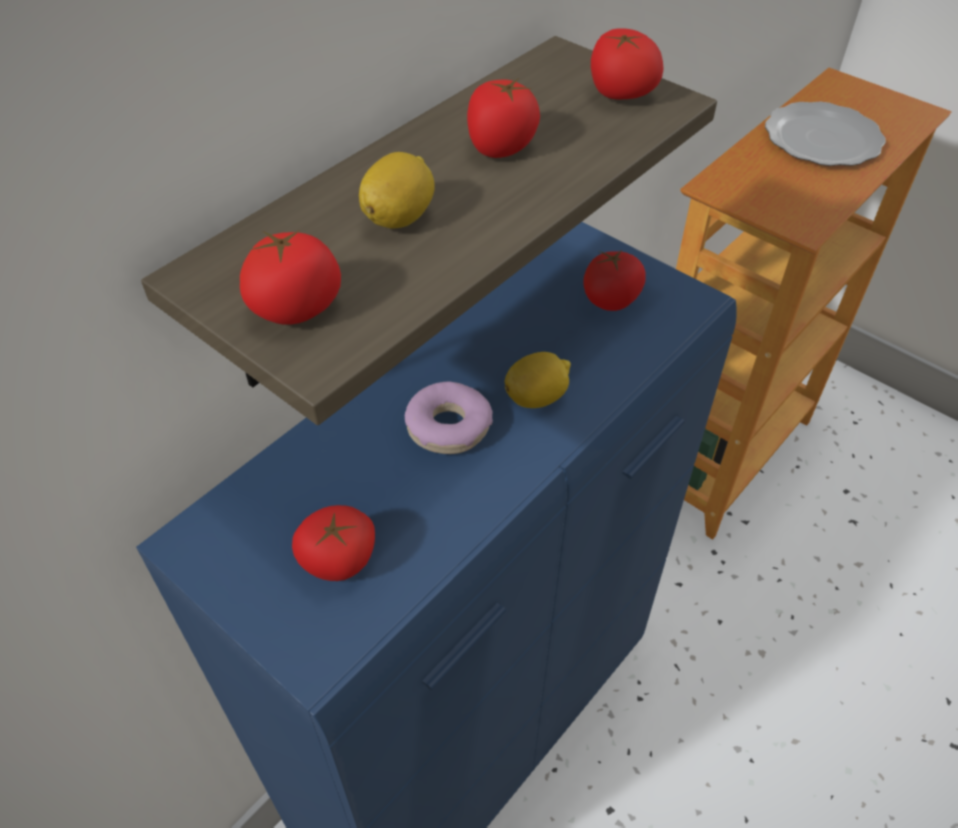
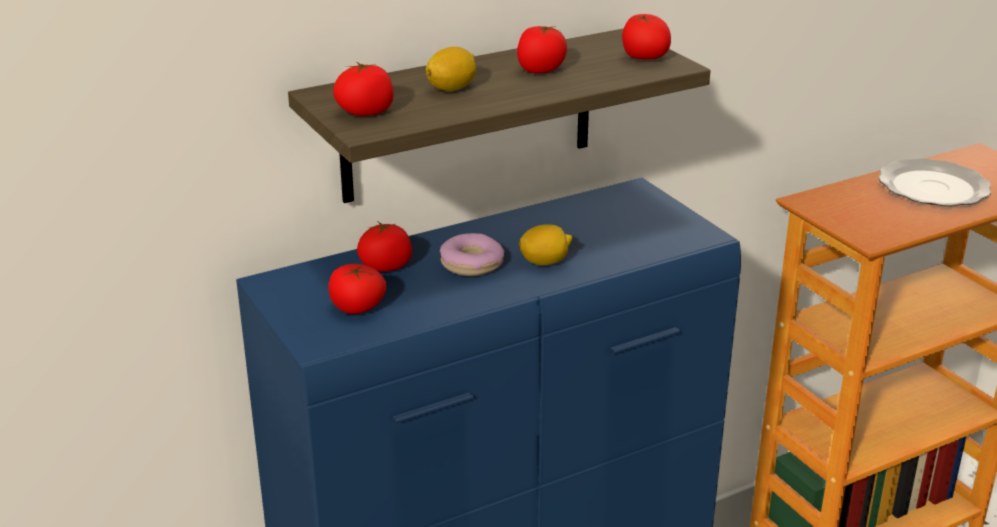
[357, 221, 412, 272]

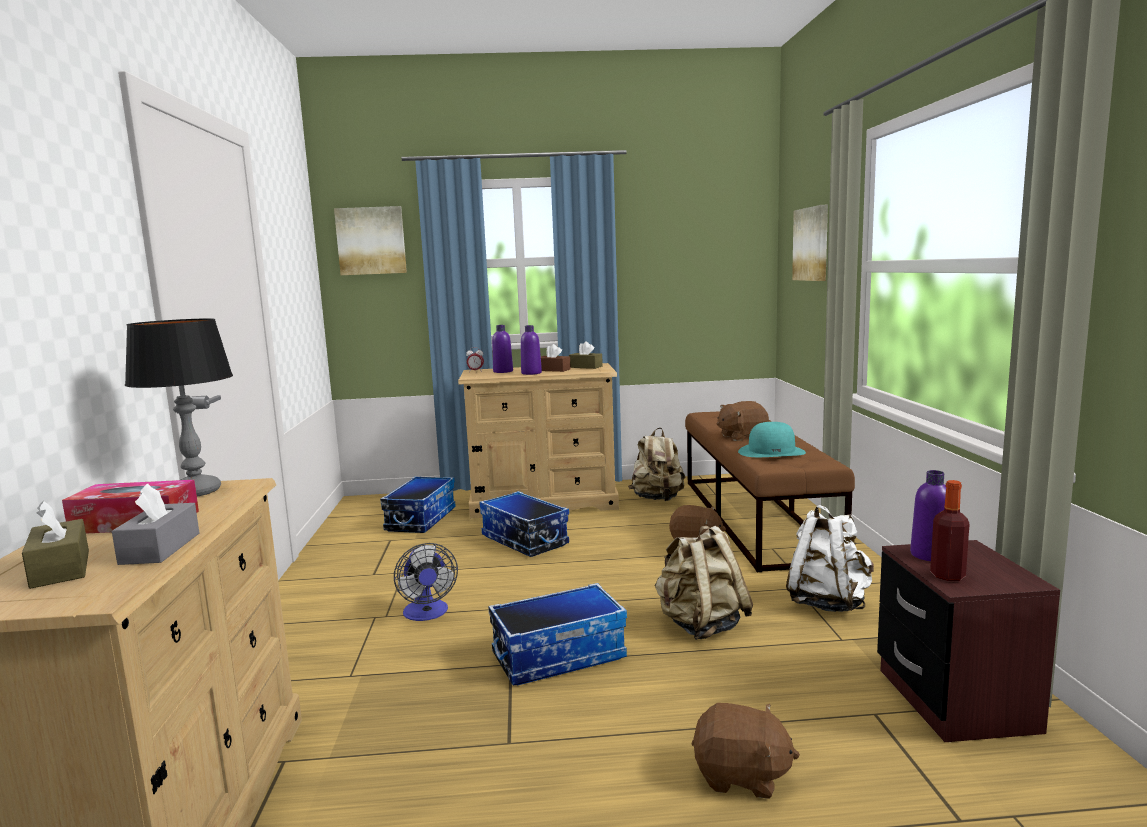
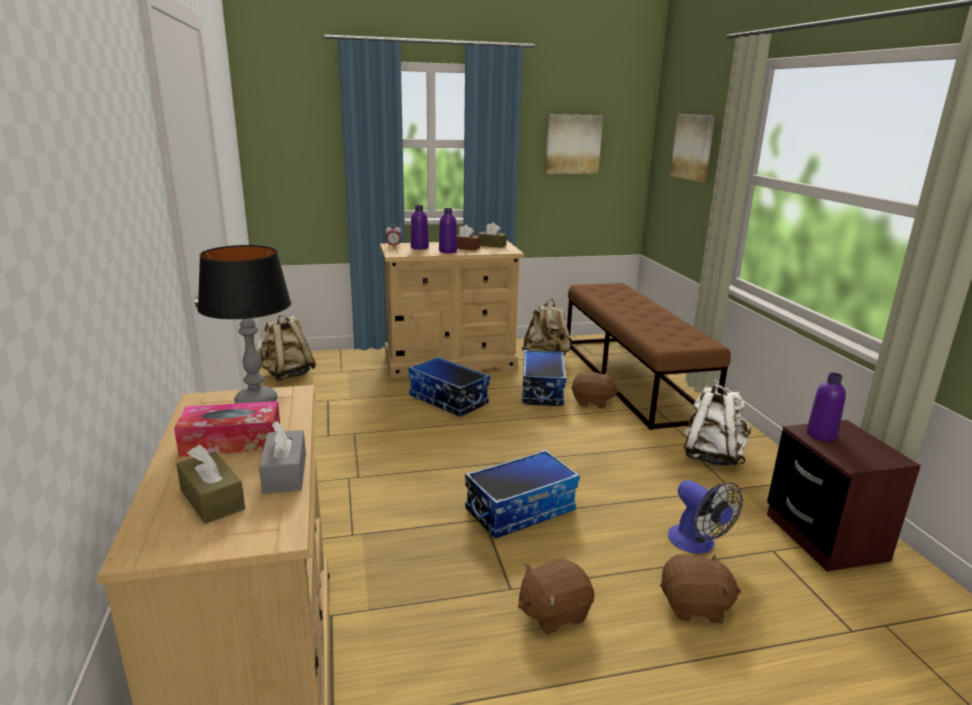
[545, 114, 603, 174]
[518, 558, 595, 634]
[738, 422, 806, 457] (first image)
[522, 350, 566, 406]
[930, 480, 969, 581] (first image)
[258, 315, 316, 381]
[668, 480, 743, 554]

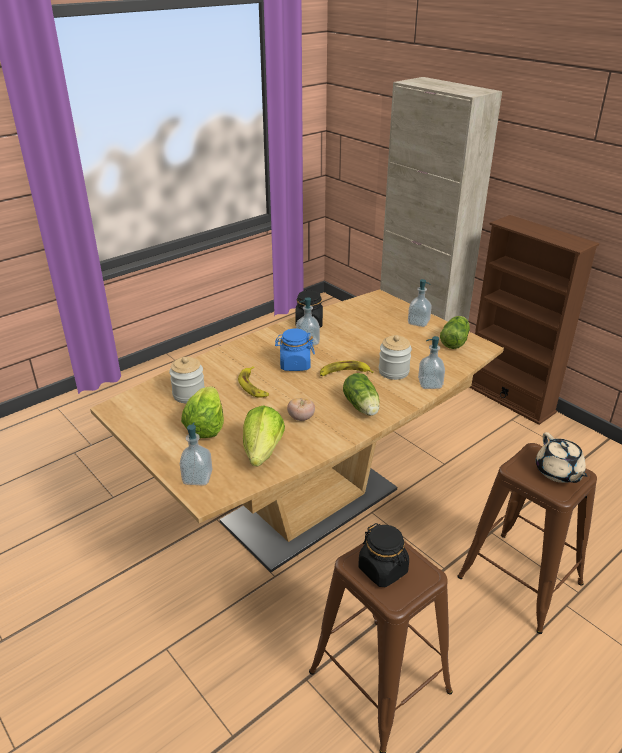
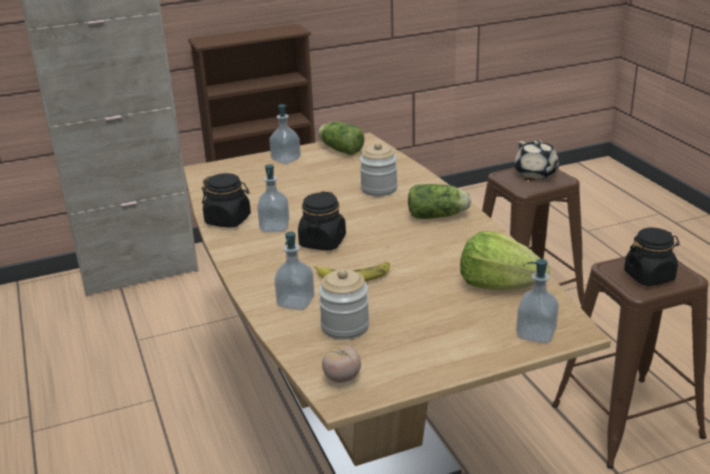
[298, 191, 346, 250]
[274, 231, 315, 310]
[320, 361, 374, 376] (first image)
[181, 386, 224, 438] (first image)
[322, 345, 361, 383]
[514, 140, 560, 179]

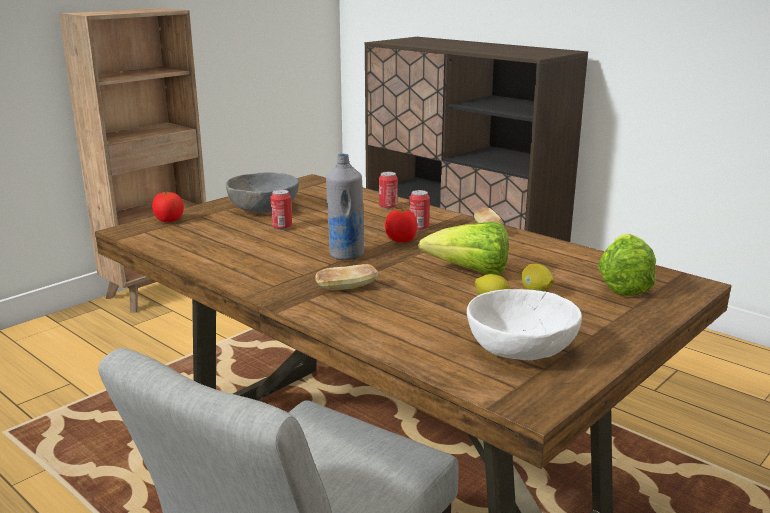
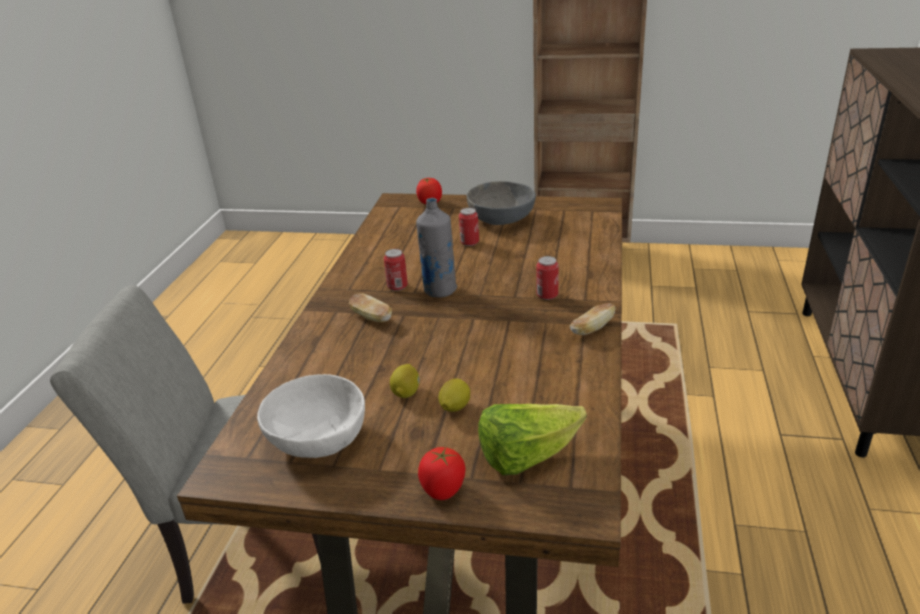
[384, 249, 408, 291]
[418, 447, 466, 500]
[418, 222, 509, 275] (first image)

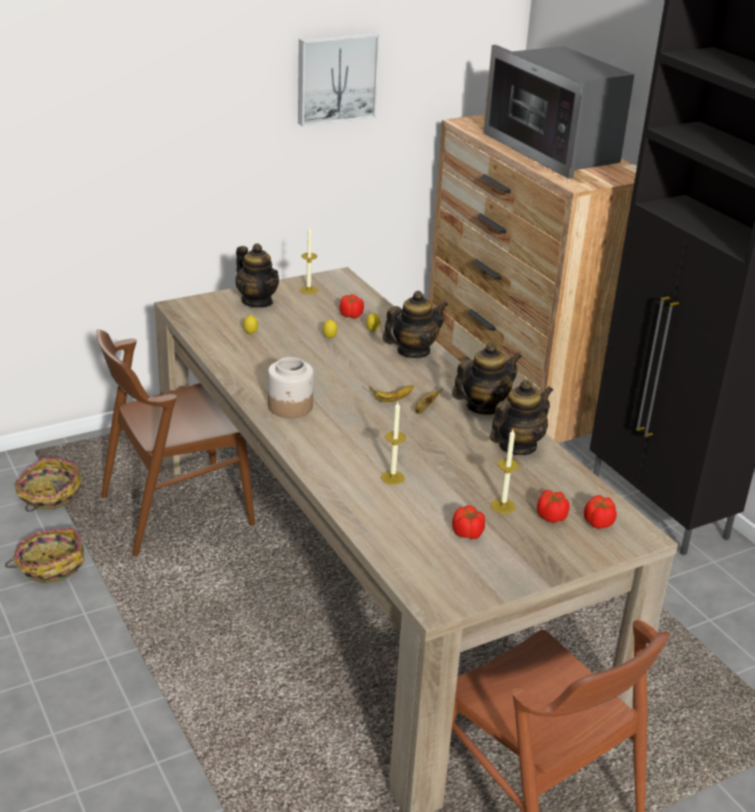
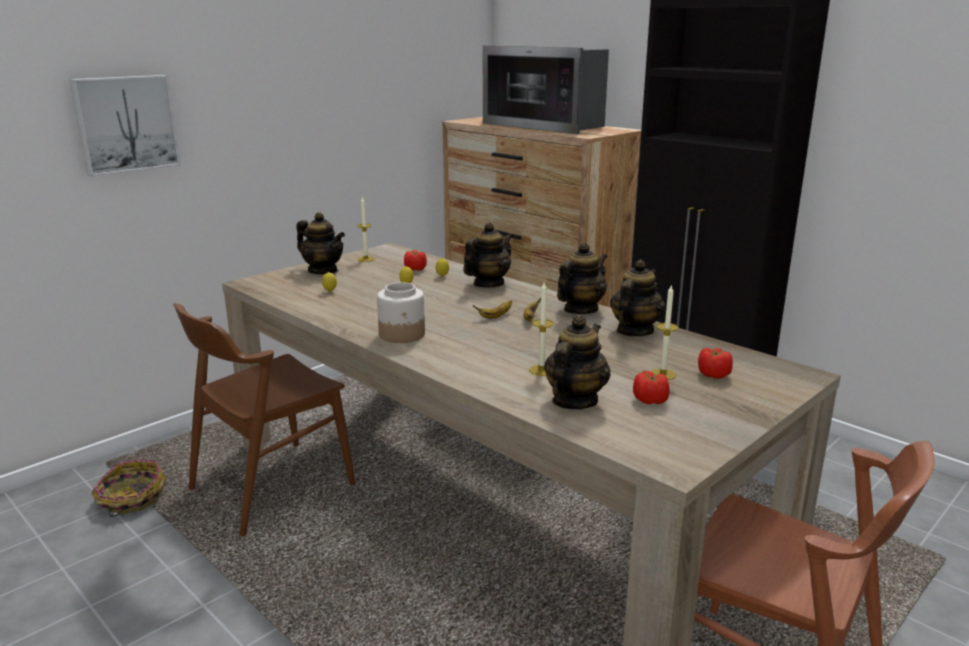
[69, 75, 181, 176]
[584, 495, 617, 529] (first image)
[5, 528, 84, 583] (first image)
[544, 315, 611, 409]

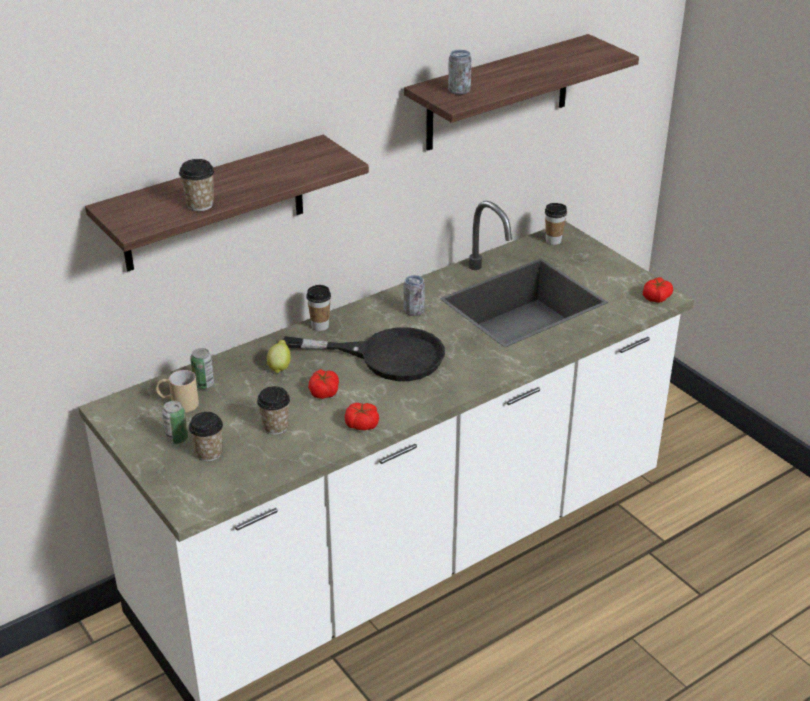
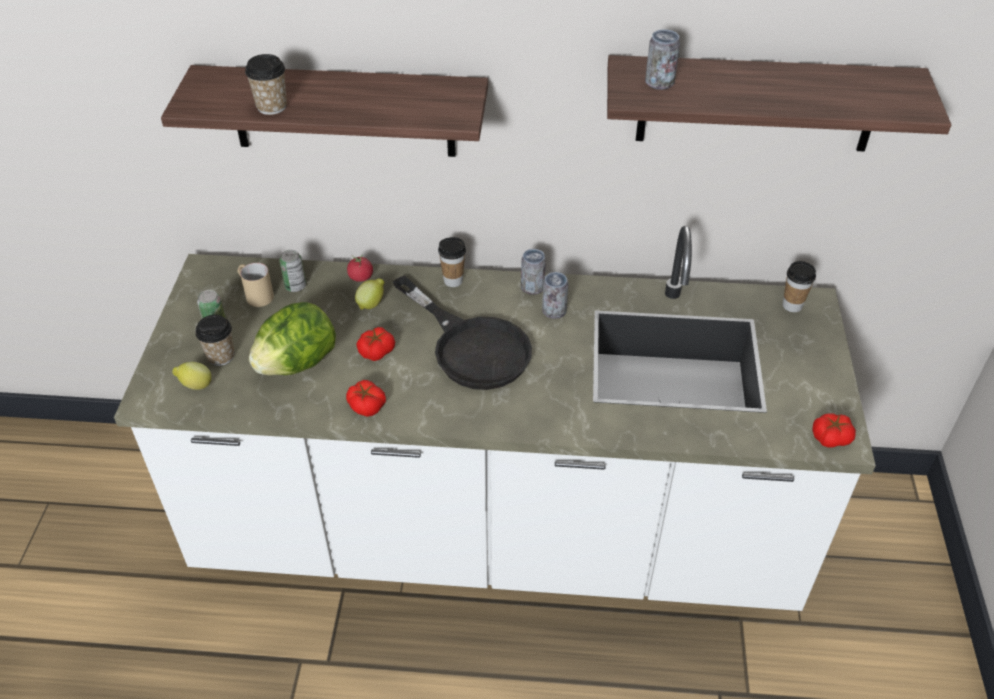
[249, 302, 336, 375]
[521, 249, 546, 295]
[347, 255, 373, 282]
[172, 362, 211, 390]

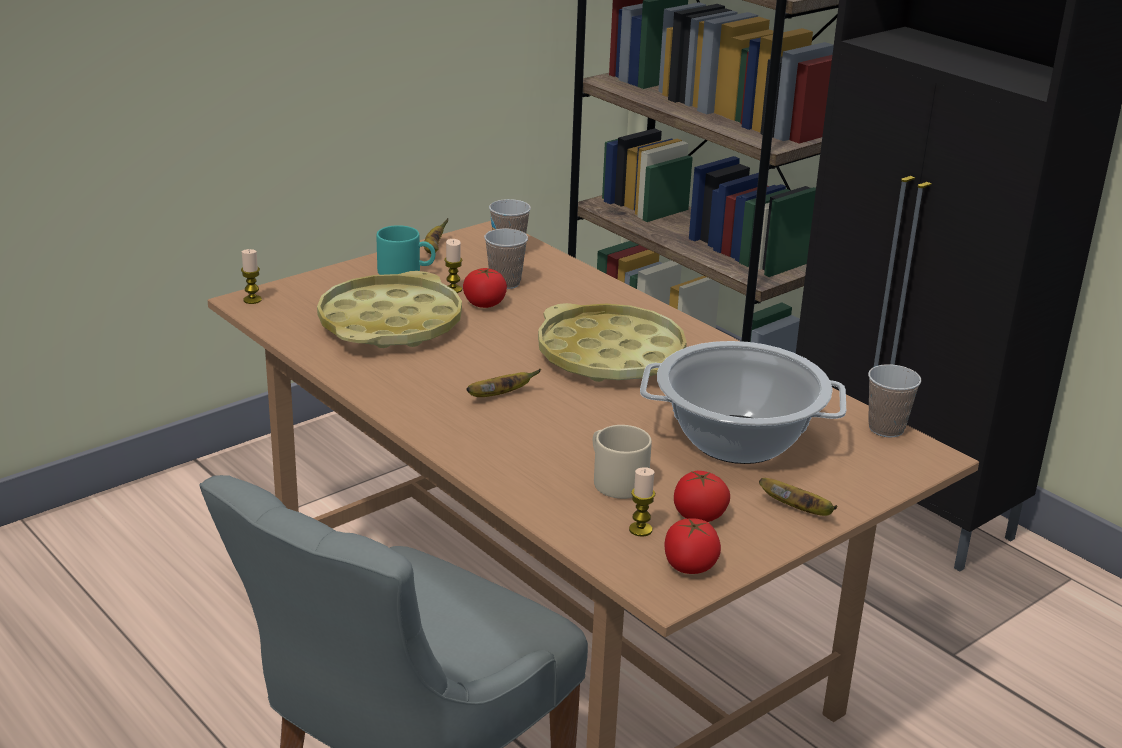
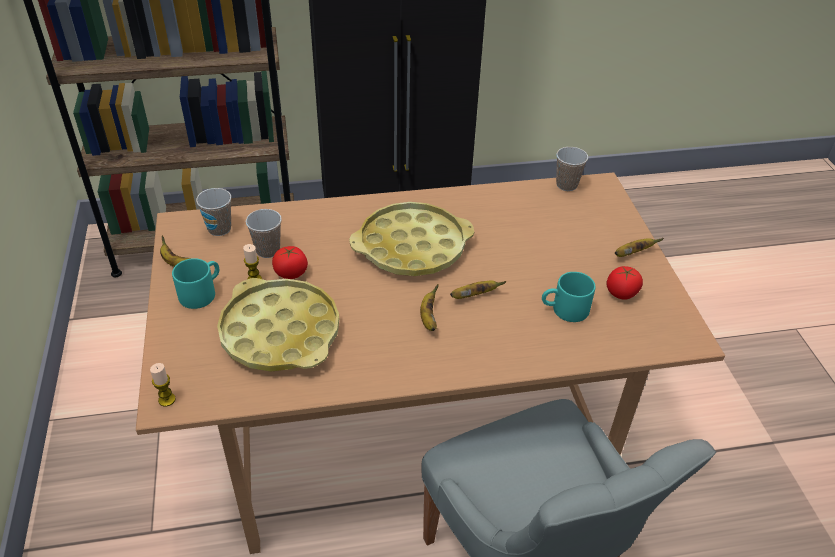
[640, 341, 846, 464] (first image)
[542, 272, 596, 322]
[629, 467, 655, 537] (first image)
[664, 518, 721, 574] (first image)
[450, 281, 506, 299]

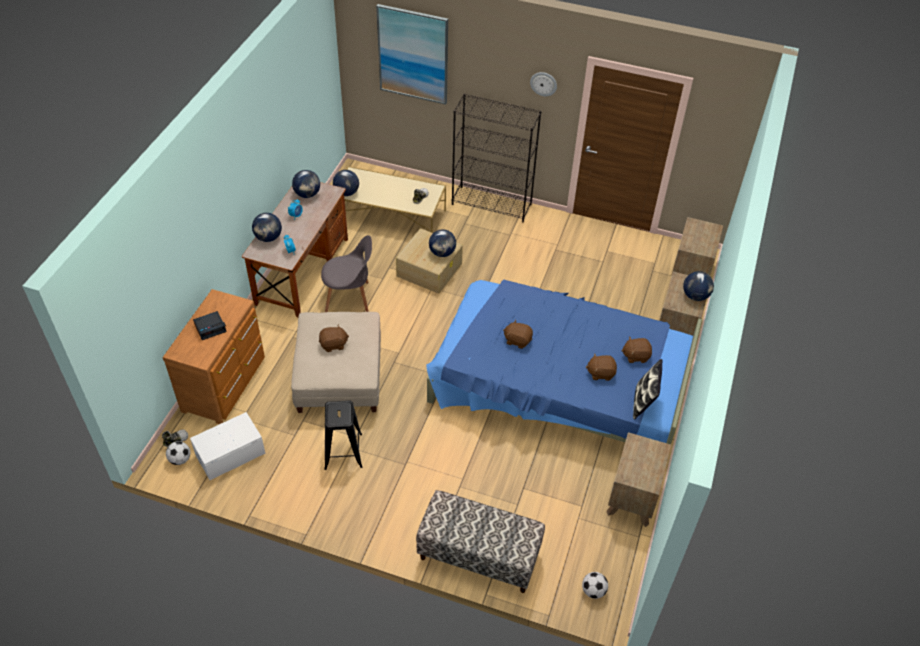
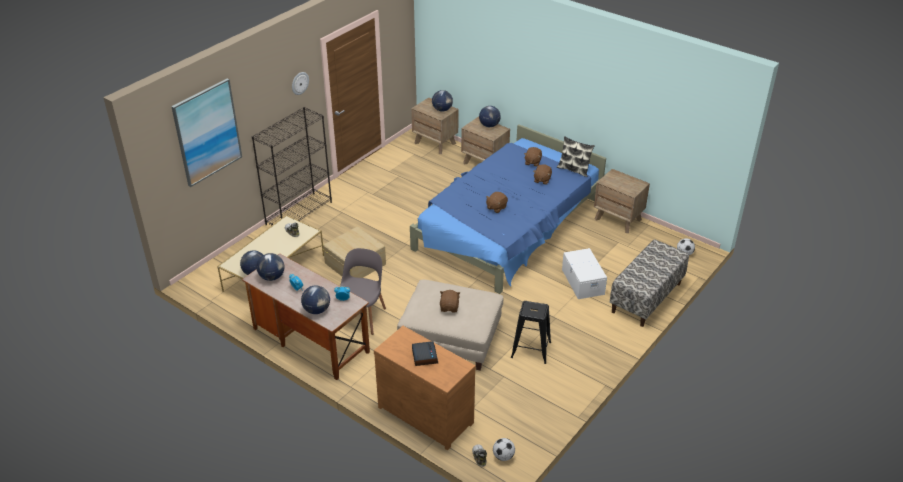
[432, 90, 453, 112]
[562, 248, 607, 299]

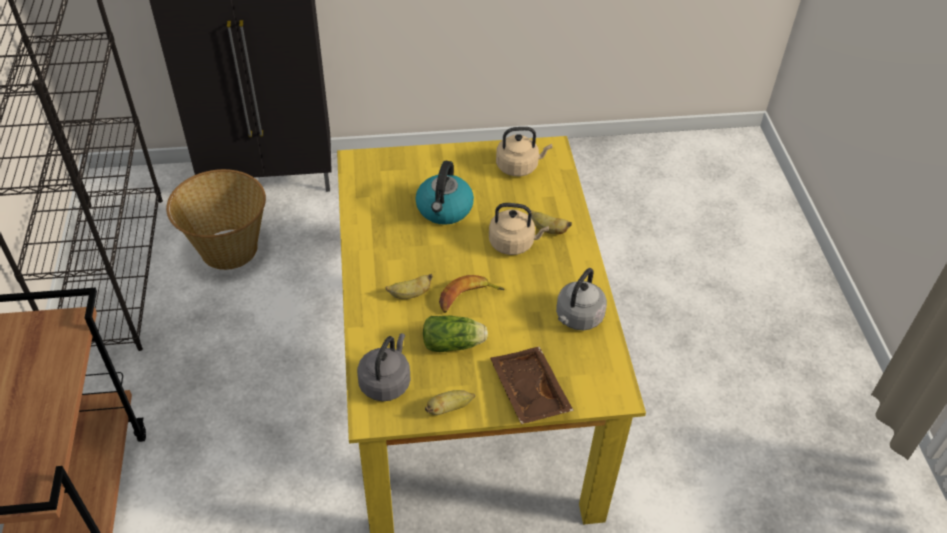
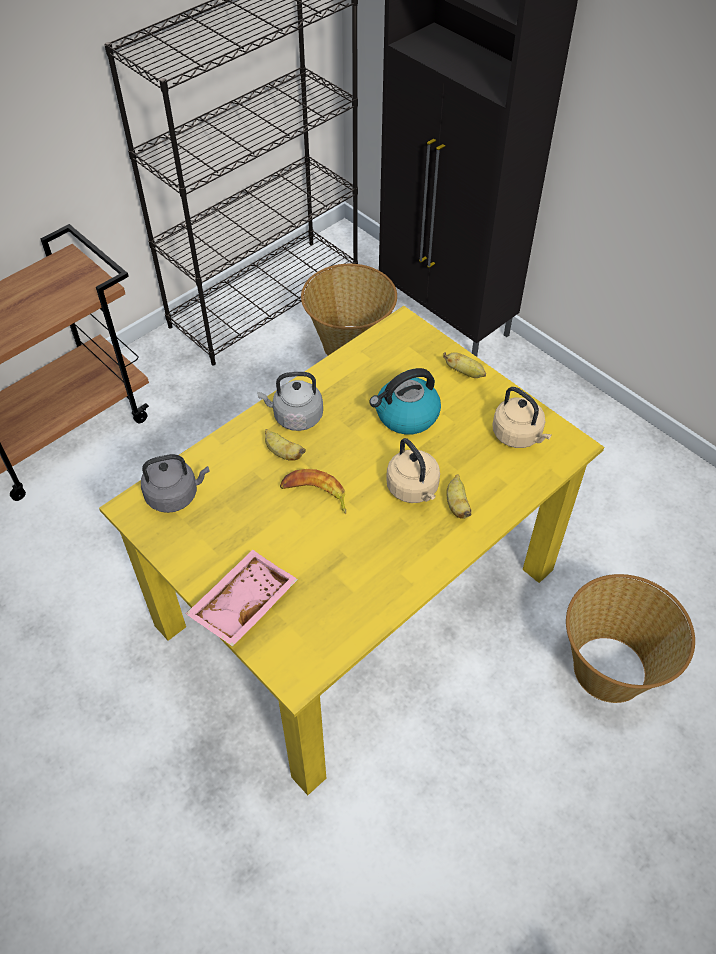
[257, 372, 323, 431]
[423, 316, 488, 352] (first image)
[186, 549, 298, 647]
[443, 352, 486, 378]
[566, 574, 695, 703]

